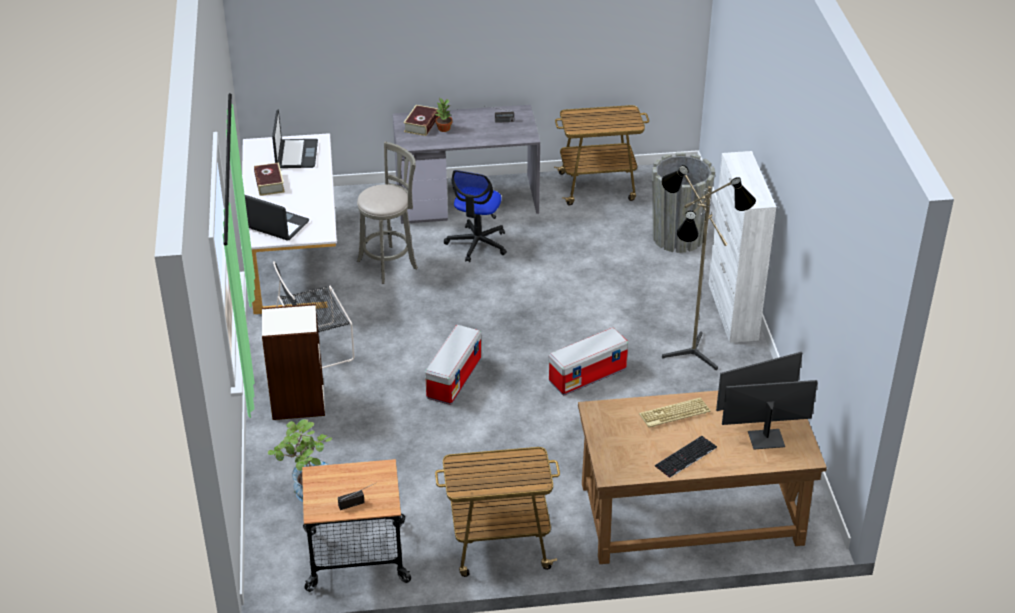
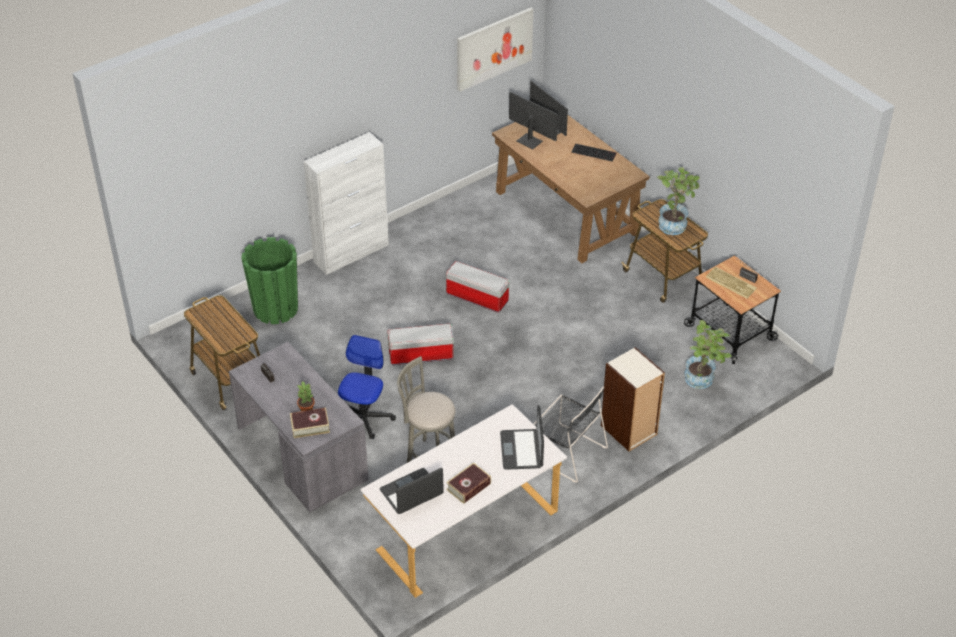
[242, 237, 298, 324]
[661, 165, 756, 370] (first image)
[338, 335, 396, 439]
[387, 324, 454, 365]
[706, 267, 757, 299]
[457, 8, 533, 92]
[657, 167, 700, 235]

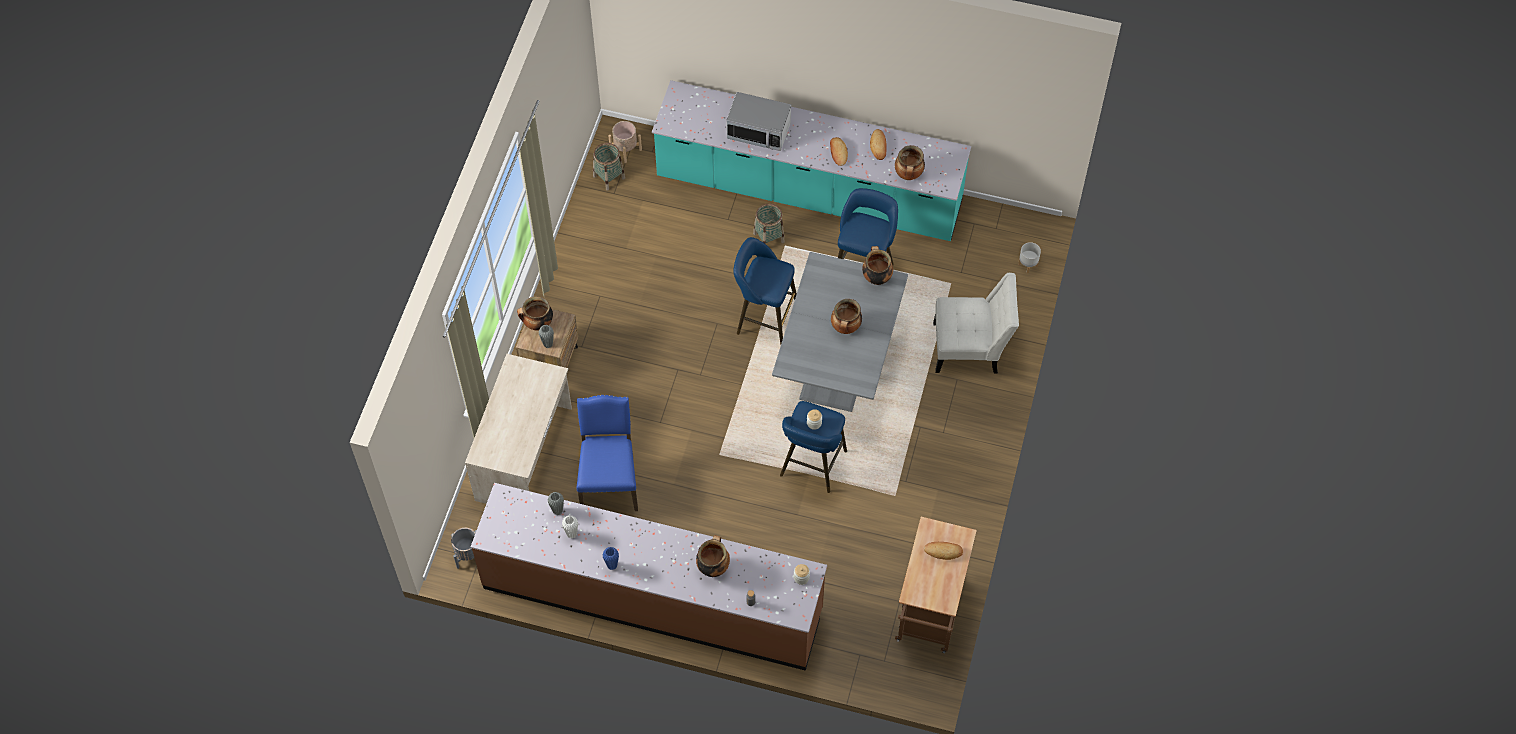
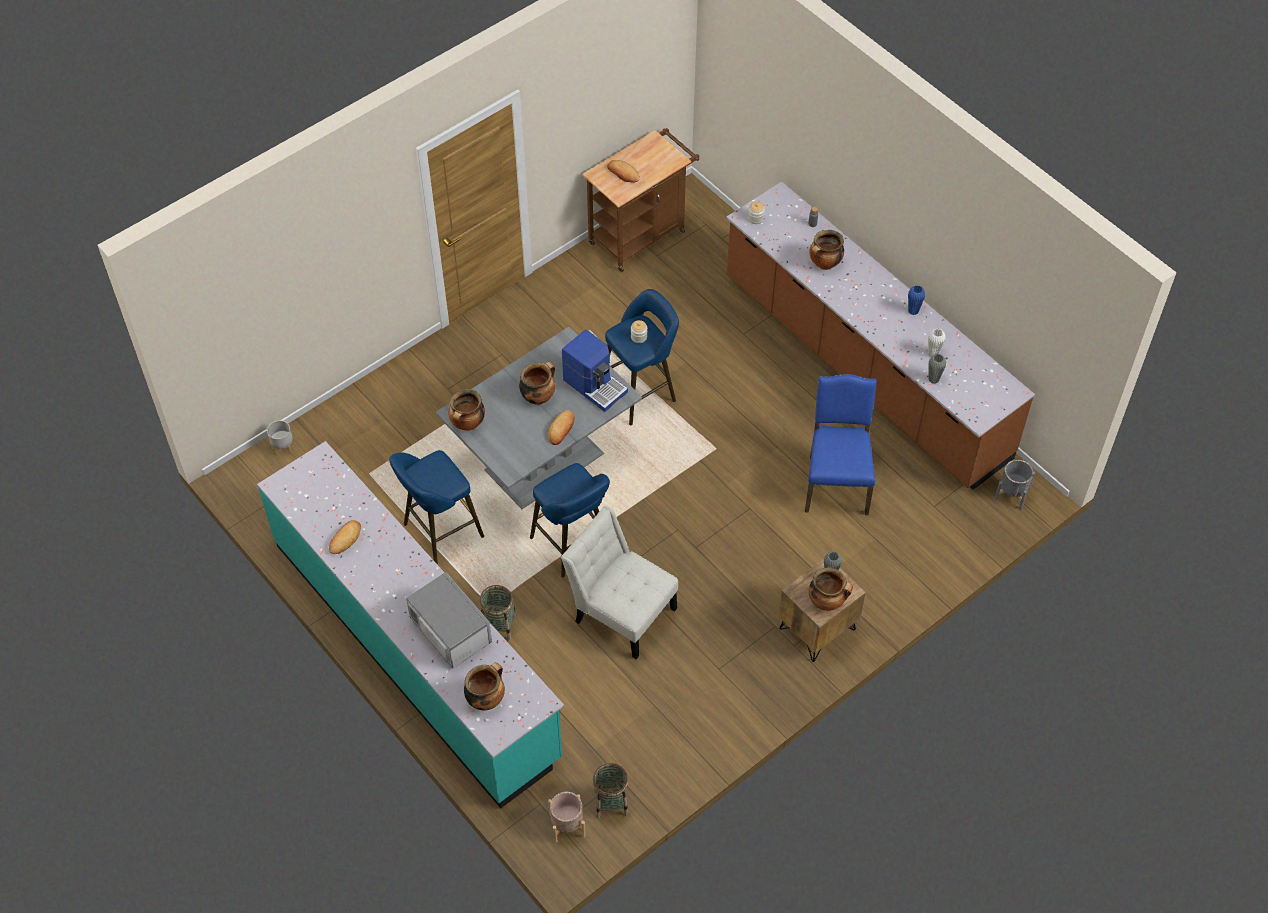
[548, 410, 575, 445]
[464, 662, 505, 711]
[561, 506, 678, 659]
[465, 354, 572, 504] (first image)
[805, 374, 877, 515]
[562, 330, 628, 412]

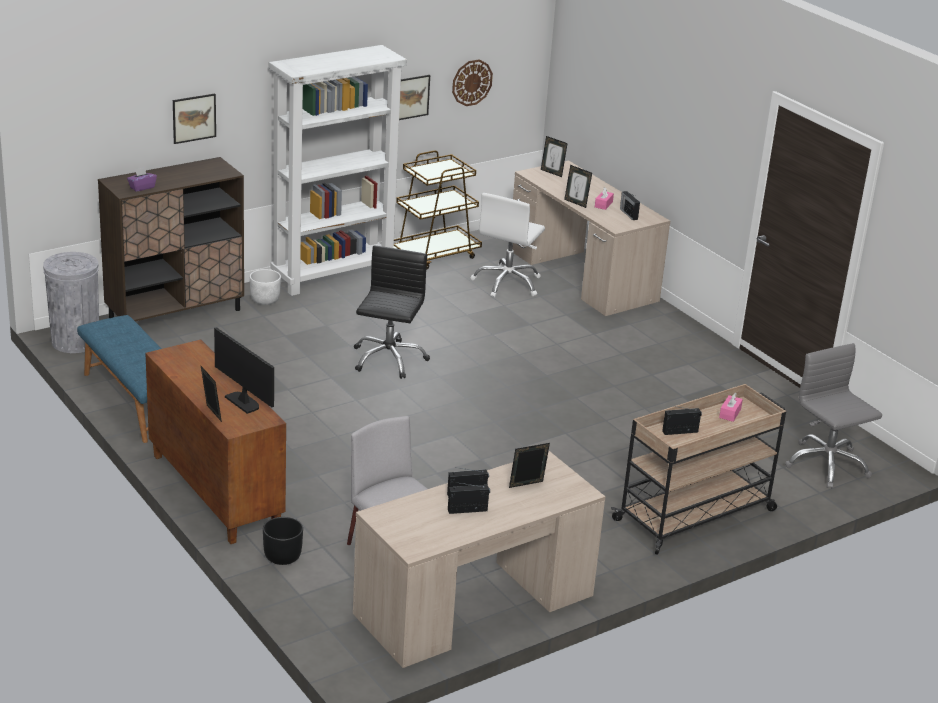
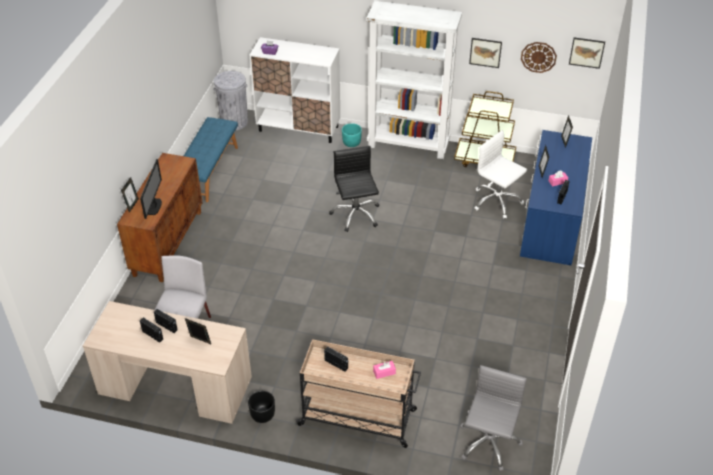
[569, 37, 605, 69]
[250, 37, 340, 143]
[520, 130, 592, 265]
[475, 130, 527, 219]
[329, 146, 379, 232]
[342, 123, 362, 147]
[248, 391, 275, 423]

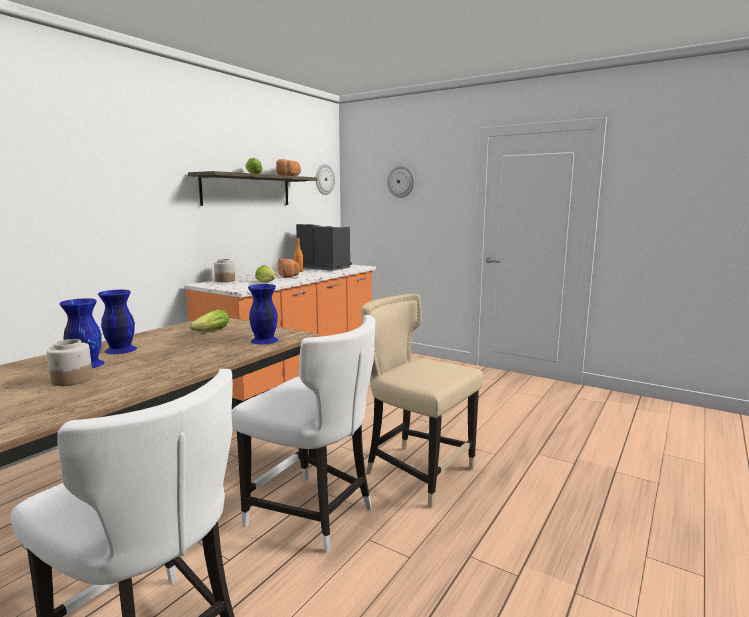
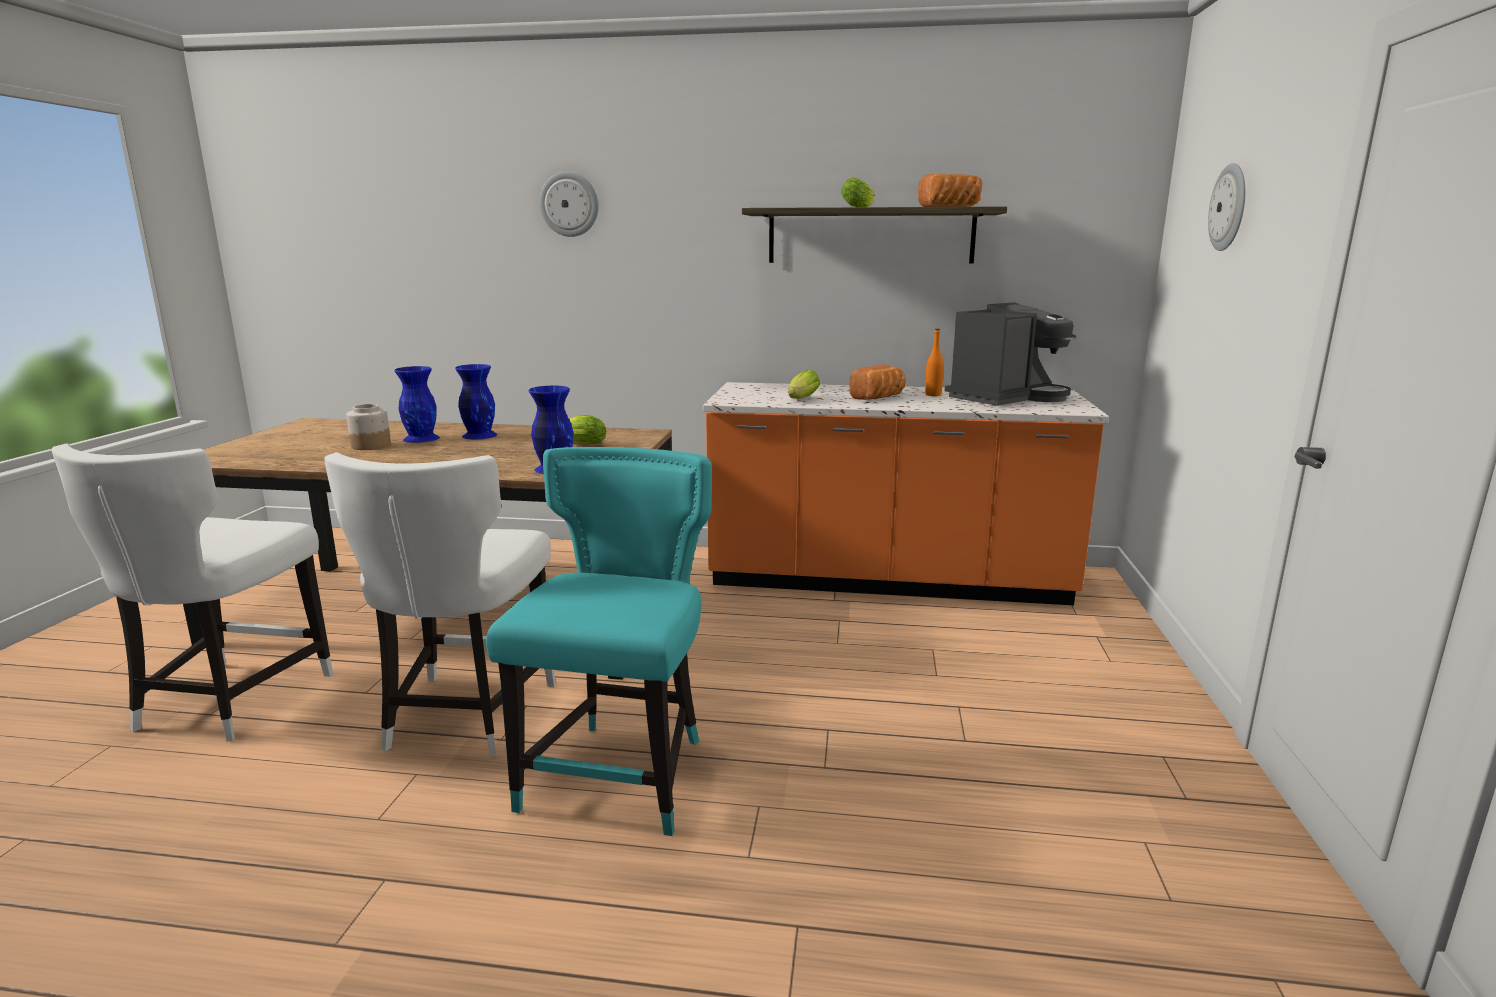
[539, 171, 599, 237]
[945, 302, 1076, 406]
[214, 259, 235, 282] (first image)
[486, 447, 712, 836]

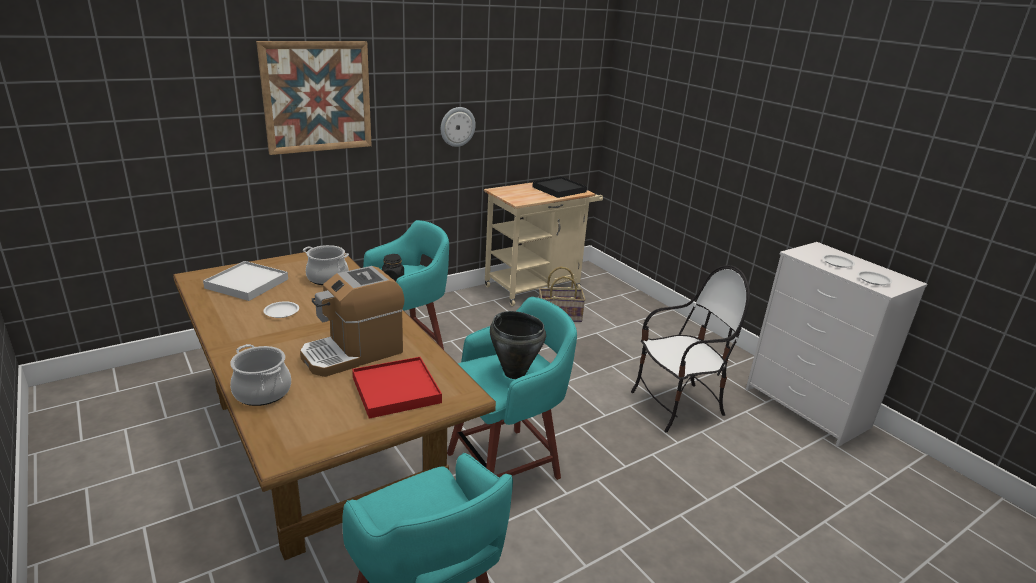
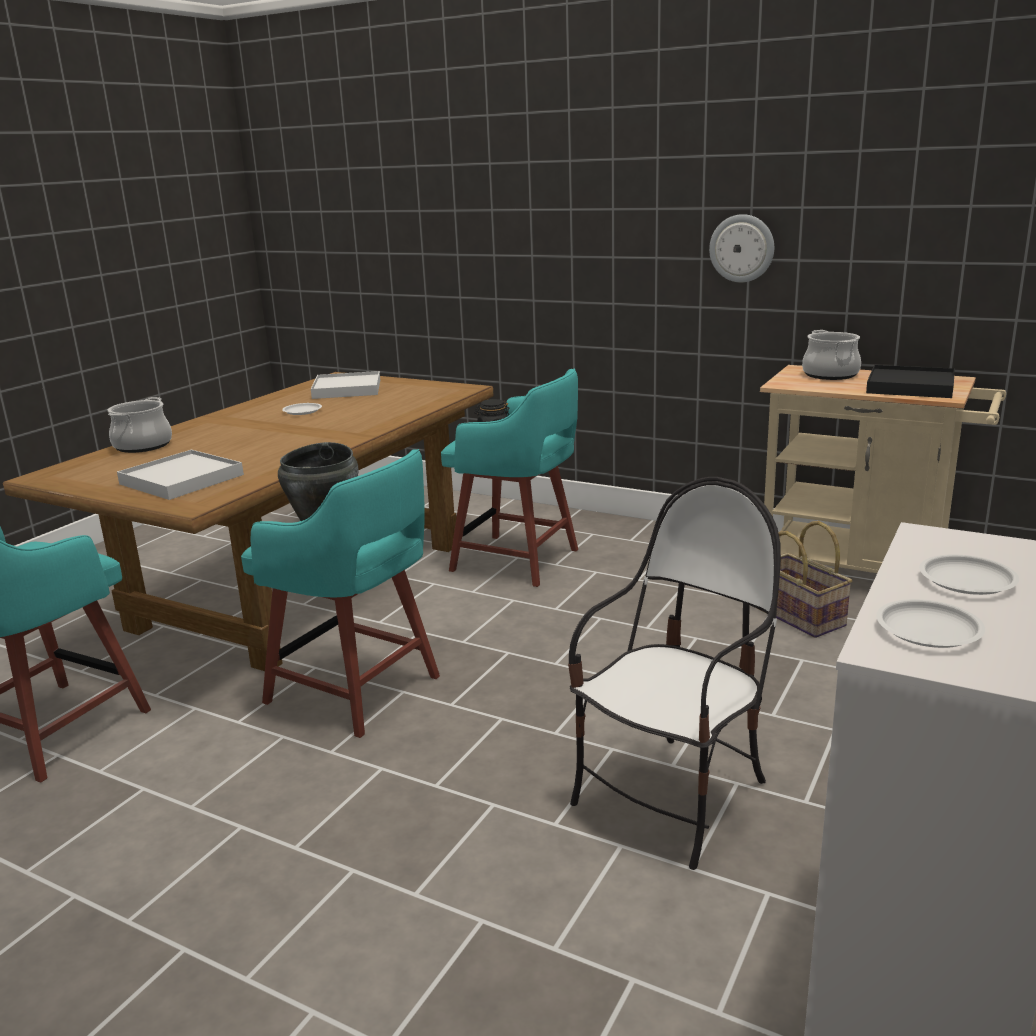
[256, 41, 372, 155] (first image)
[802, 330, 861, 380]
[568, 477, 781, 870]
[300, 266, 405, 377] (first image)
[117, 450, 244, 500]

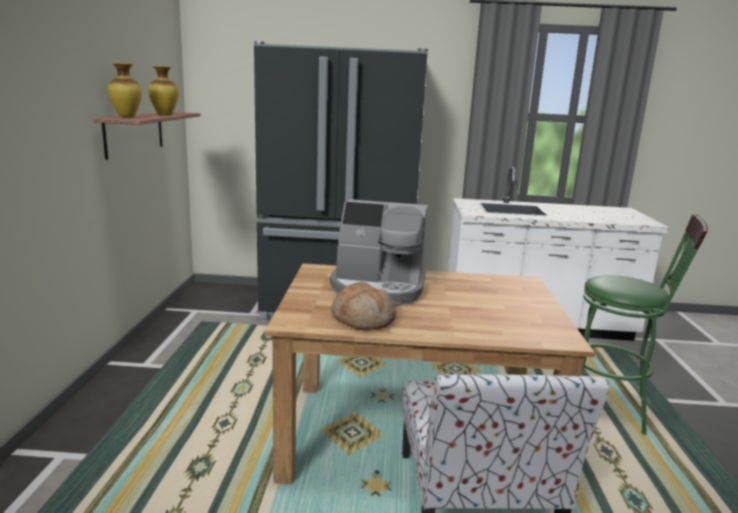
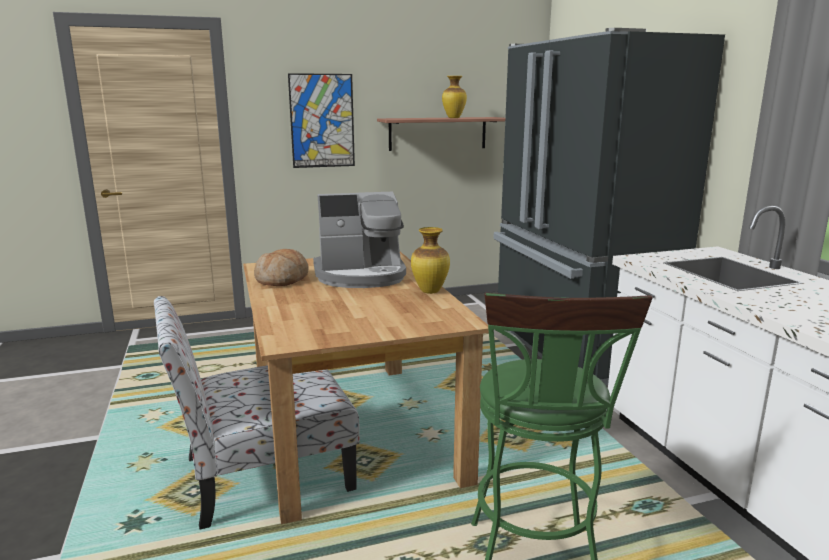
[411, 227, 450, 294]
[313, 192, 406, 288]
[288, 73, 355, 168]

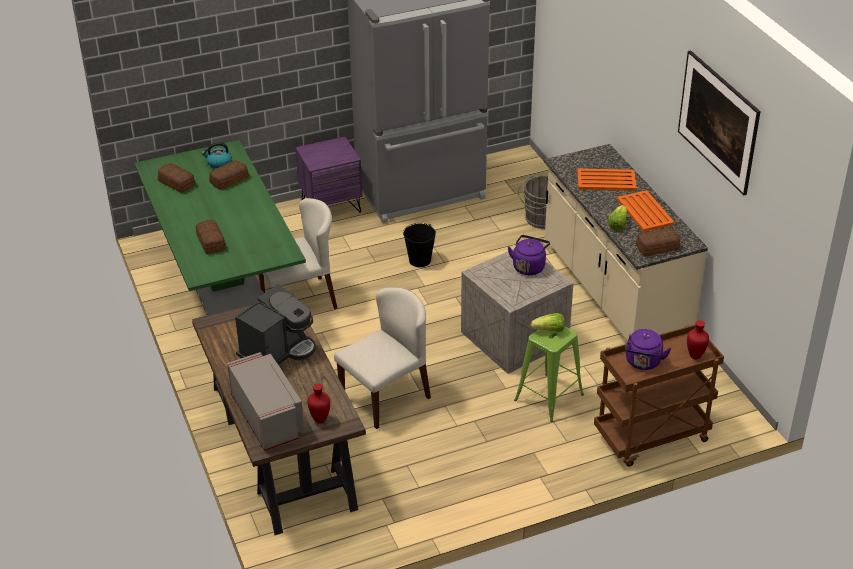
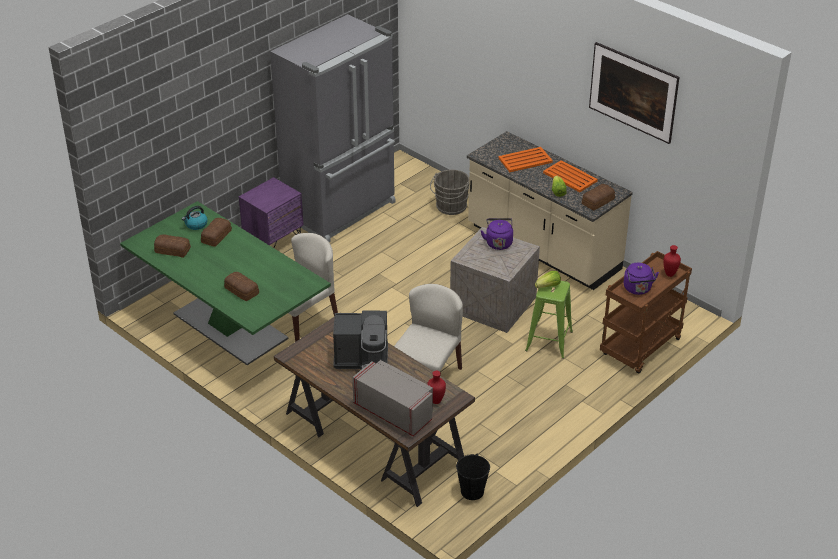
[456, 454, 490, 500]
[333, 311, 388, 370]

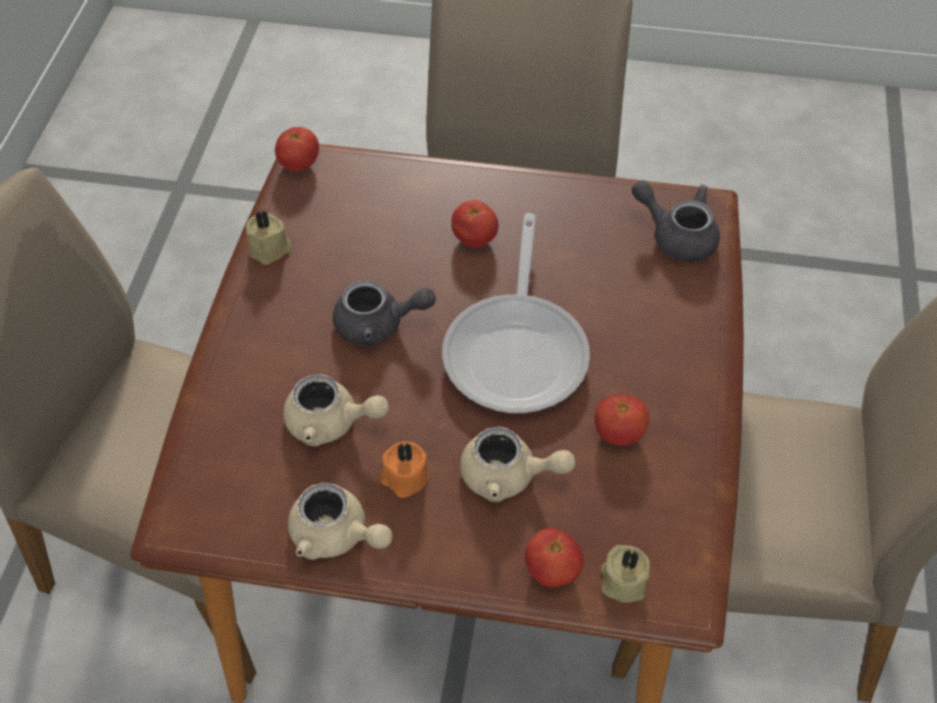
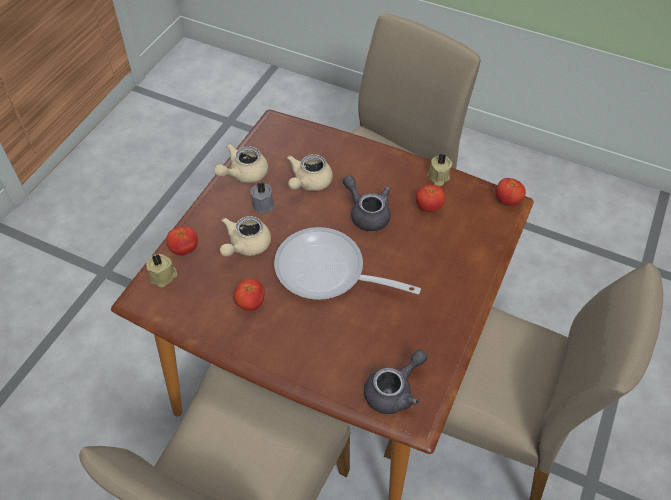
[416, 185, 445, 212]
[343, 175, 391, 231]
[250, 182, 274, 214]

